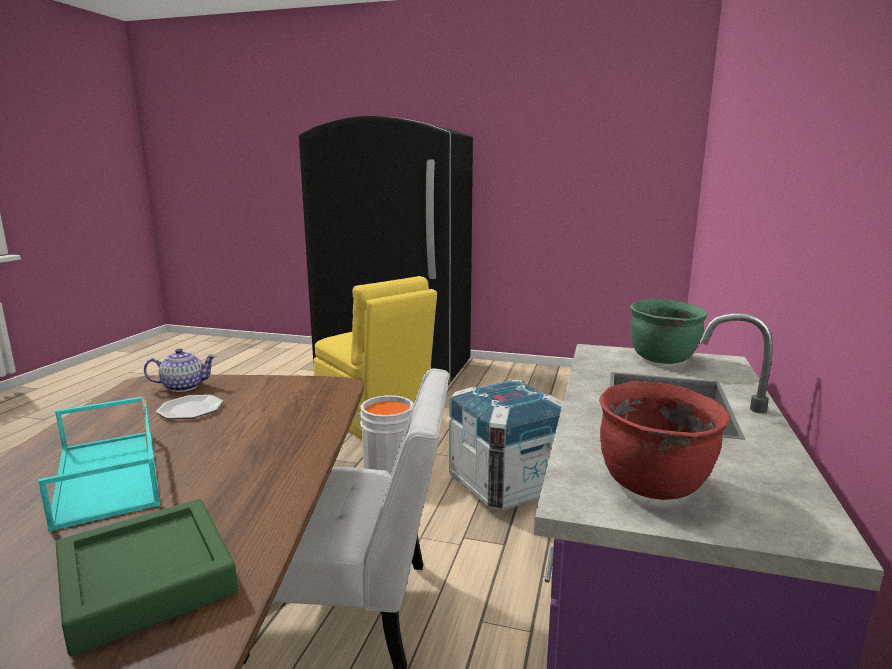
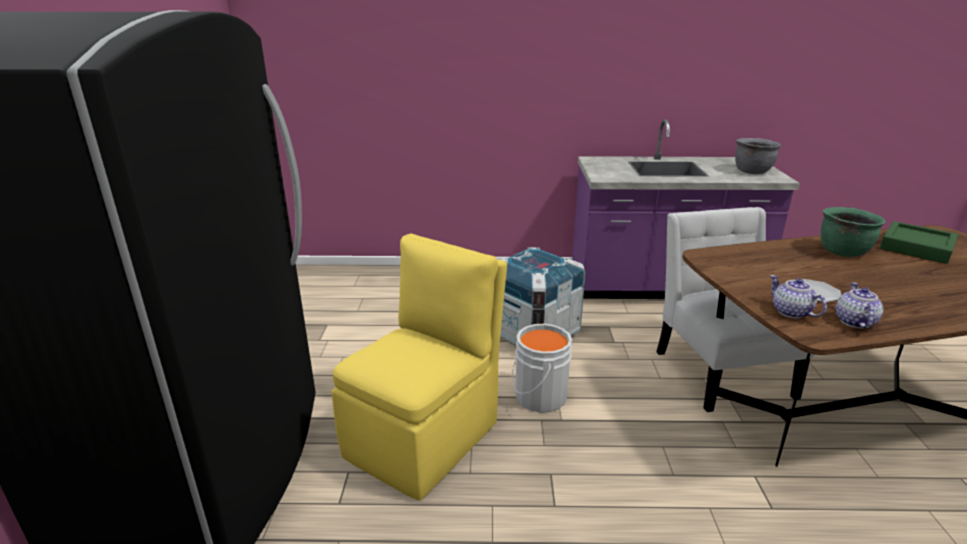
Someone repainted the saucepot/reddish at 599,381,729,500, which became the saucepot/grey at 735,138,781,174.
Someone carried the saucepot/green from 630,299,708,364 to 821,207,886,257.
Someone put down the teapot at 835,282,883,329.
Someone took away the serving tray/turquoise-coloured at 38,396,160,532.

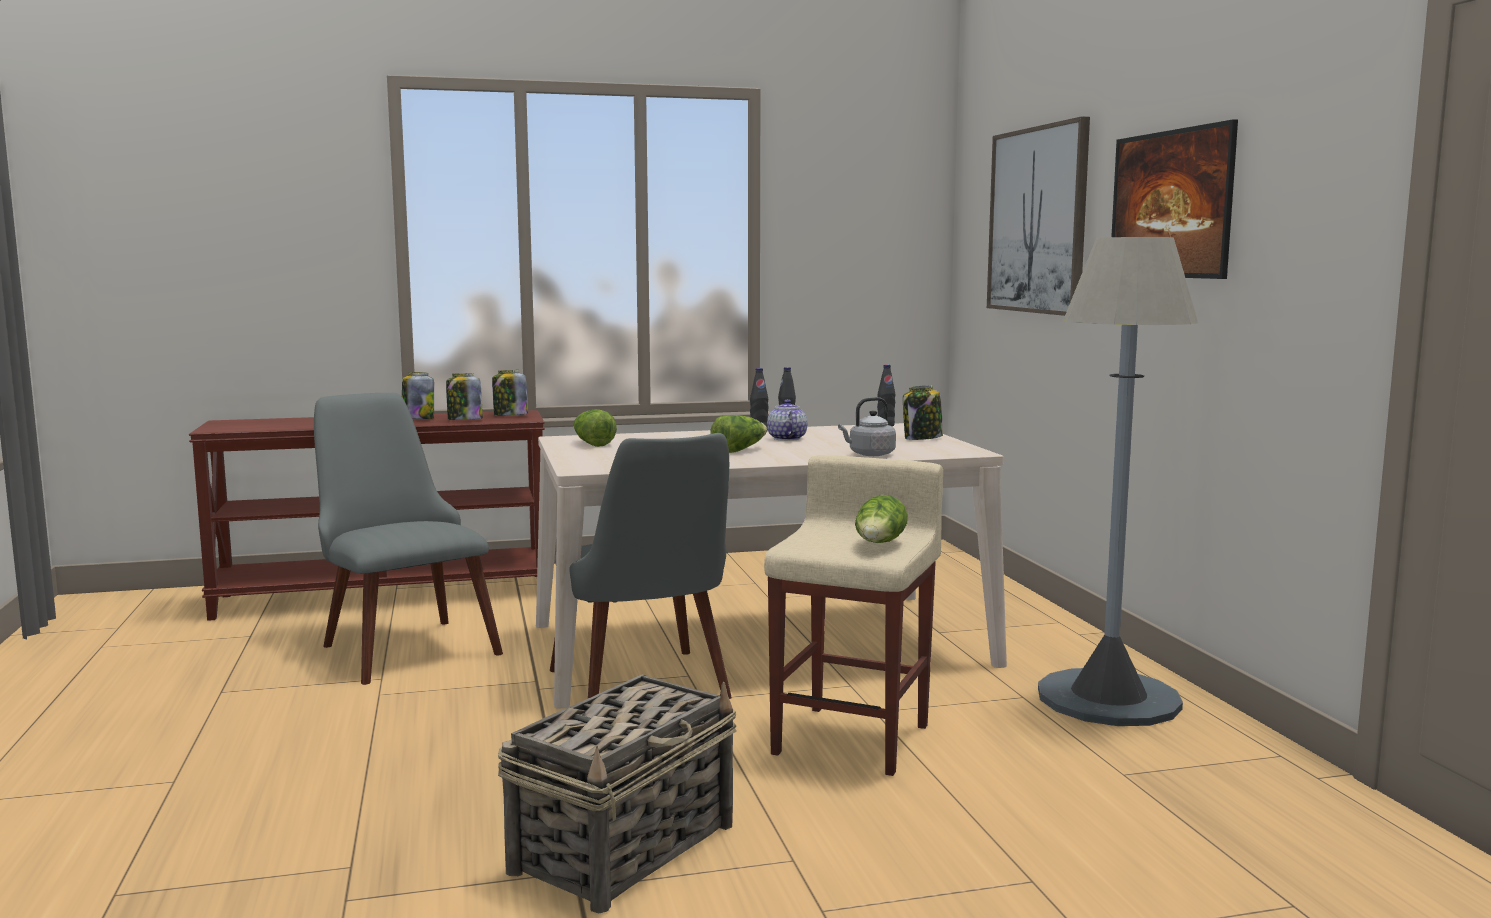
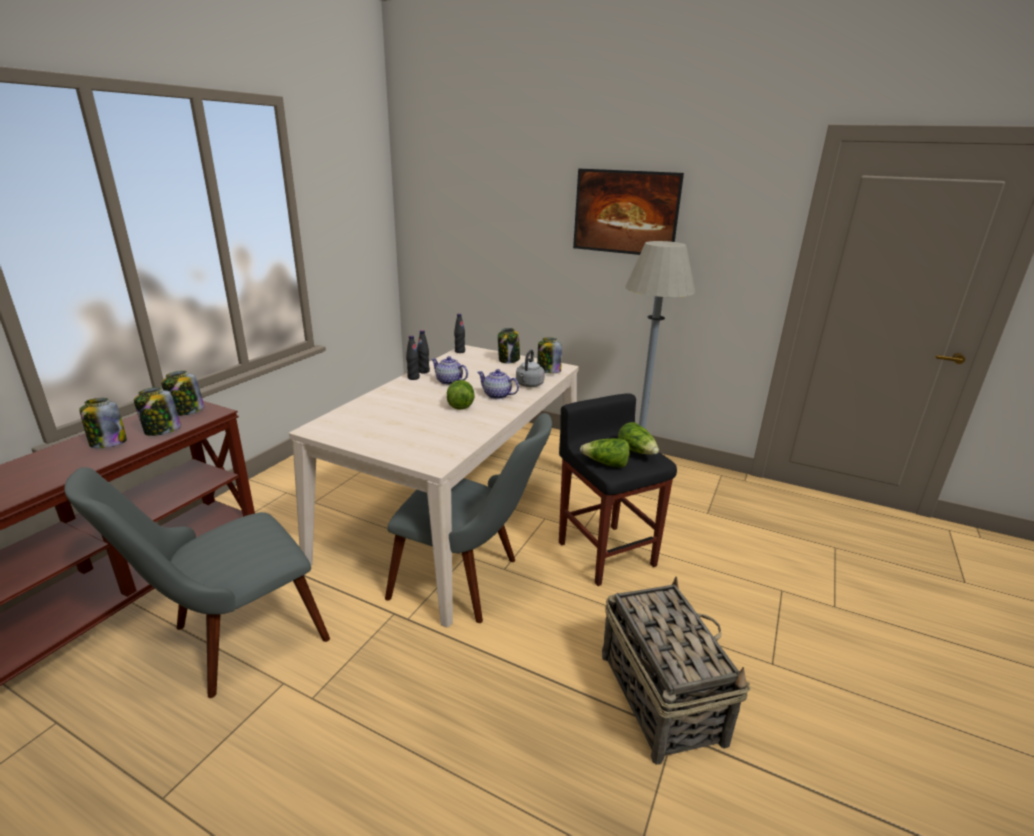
Someone rotated the plain chair/grey at 314,393,503,685 by 45 degrees counterclockwise.
Someone put down the teapot at 478,369,519,399.
Someone put down the jar at 537,338,562,373.
Someone repainted the stool seat/beige at 764,455,944,776, which became the stool seat/black at 559,393,677,586.
Someone carried the lettuce from 574,409,617,447 to 580,438,630,468.
Someone took away the wall picture at 987,116,1090,316.

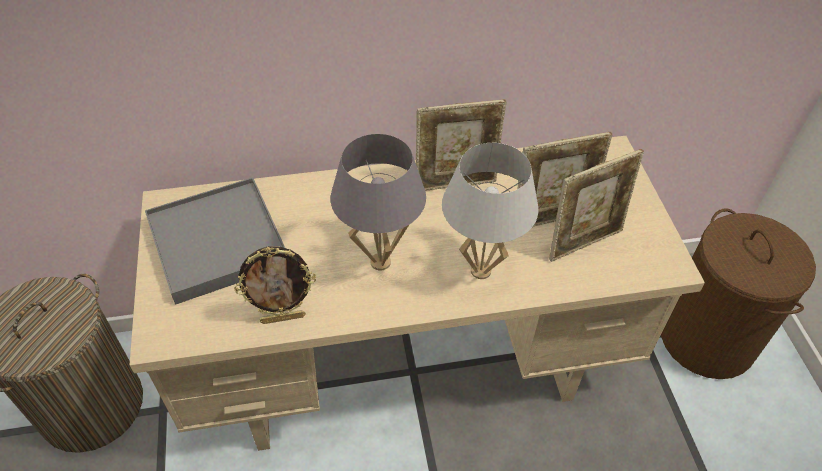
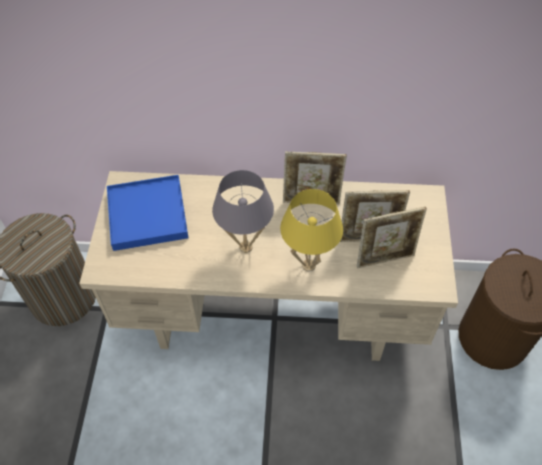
Someone repainted the serving tray/grey at 145,177,285,305, which became the serving tray/bluish at 107,175,188,251.
Someone repainted the table lamp/white at 442,143,538,279, which became the table lamp/yellow at 280,189,343,272.
Someone took away the standing frame at 234,246,316,324.

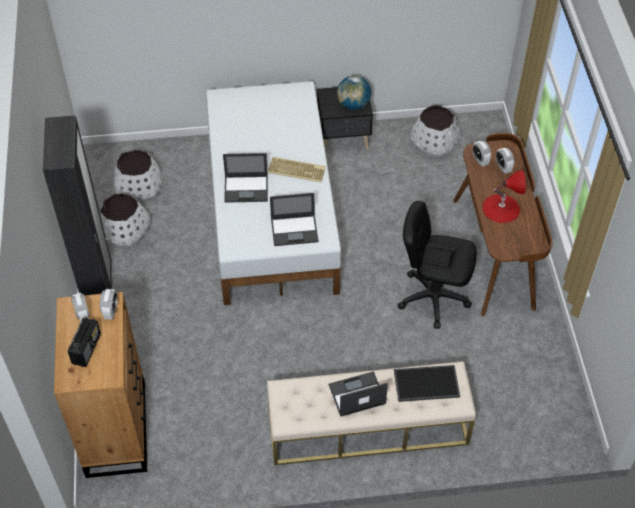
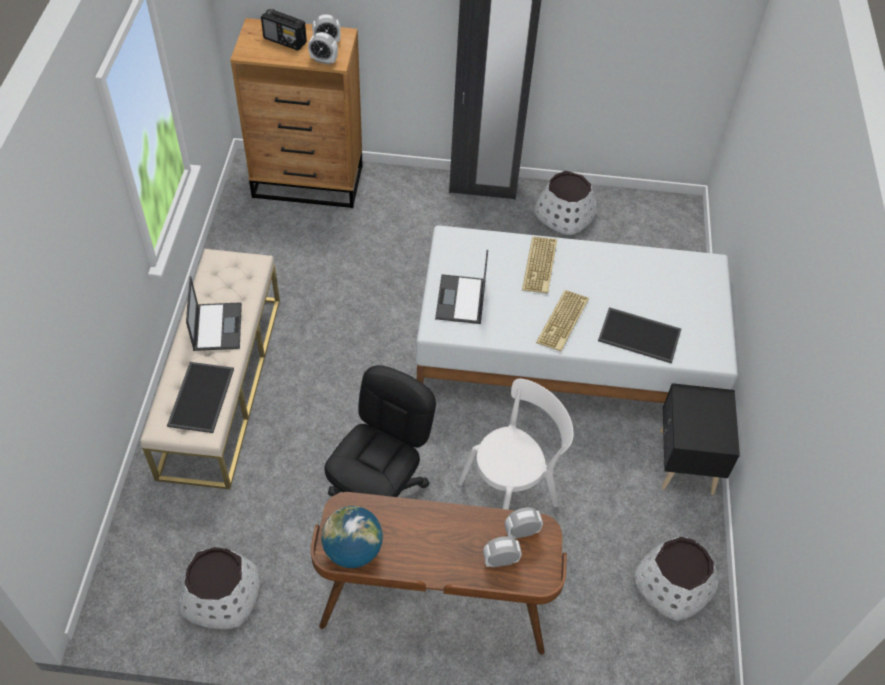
Someone carried the flower pot/white from 113,150,161,200 to 179,547,260,630.
Someone carried the world globe from 337,75,371,110 to 321,506,383,568.
Someone put down the plain chair/white at 458,379,573,510.
Someone swapped the portable computer at 223,153,268,203 for the computer keyboard at 522,237,557,293.
Someone put down the serving tray at 598,307,681,364.
Someone took away the table lamp/reddish at 482,170,526,223.

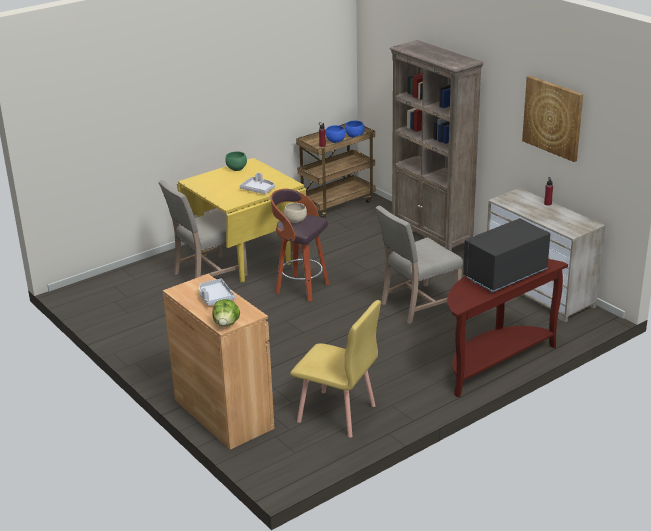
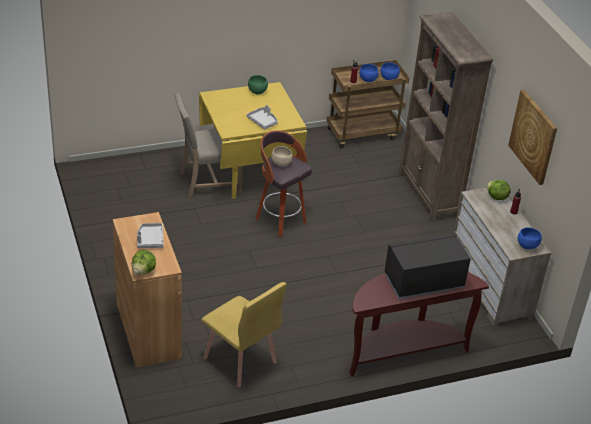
Someone put down the lettuce at 487,180,511,200.
Someone put down the deep dish/bluish at 518,227,542,249.
Someone took away the plain chair/beige at 375,205,463,324.

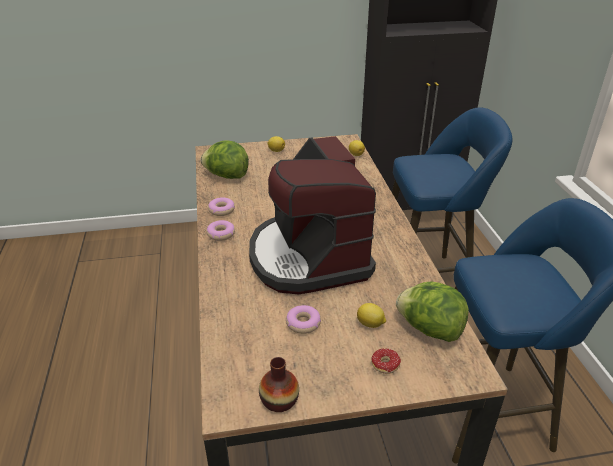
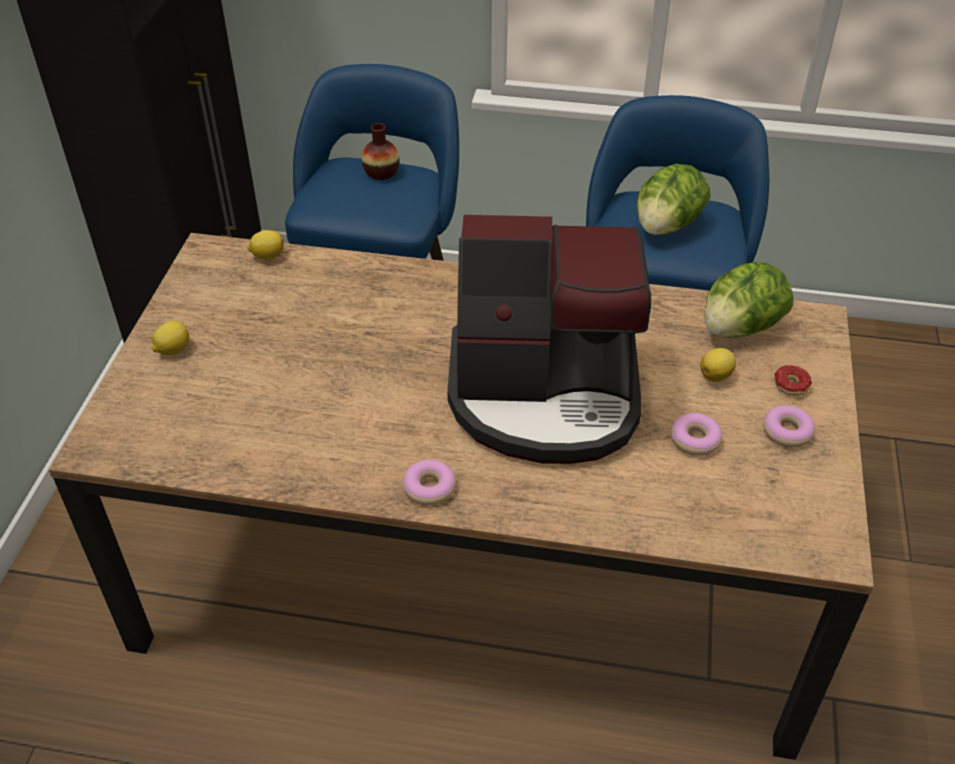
Someone carried the flower vase from 259,357,299,412 to 361,123,400,180.
Someone carried the lettuce from 201,141,249,179 to 637,164,711,235.
Someone carried the donut from 208,197,235,216 to 763,405,815,447.

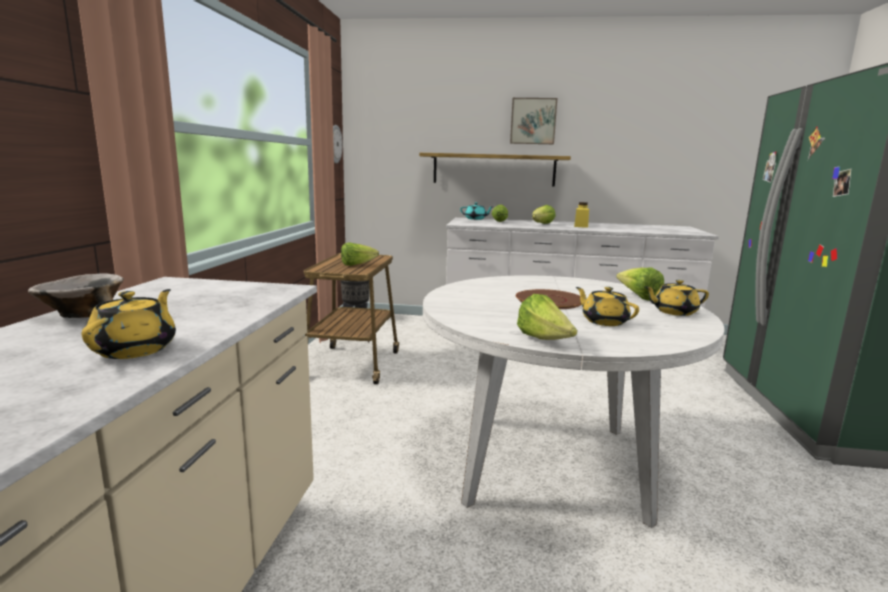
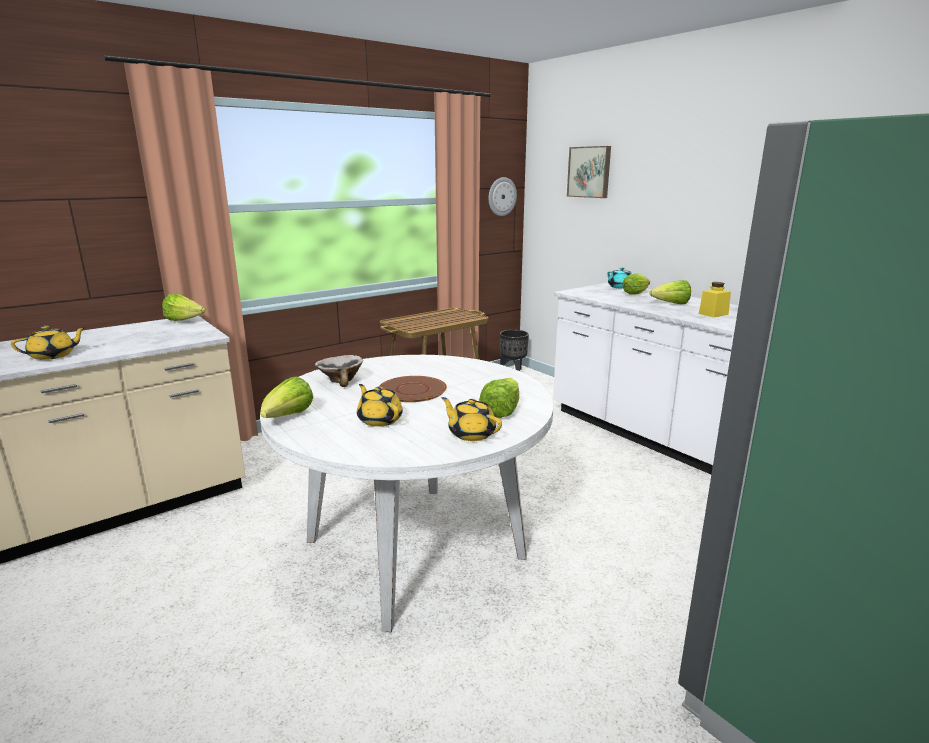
Someone carried the lettuce from 341,242,379,266 to 162,293,206,321.
Someone carried the deep dish from 28,273,124,318 to 315,355,363,387.
Someone rotated the teapot/yellow at 576,287,639,326 by 45 degrees counterclockwise.
Someone carried the wall picture from 510,98,557,144 to 567,146,611,198.
Someone took away the shelf at 419,153,571,187.

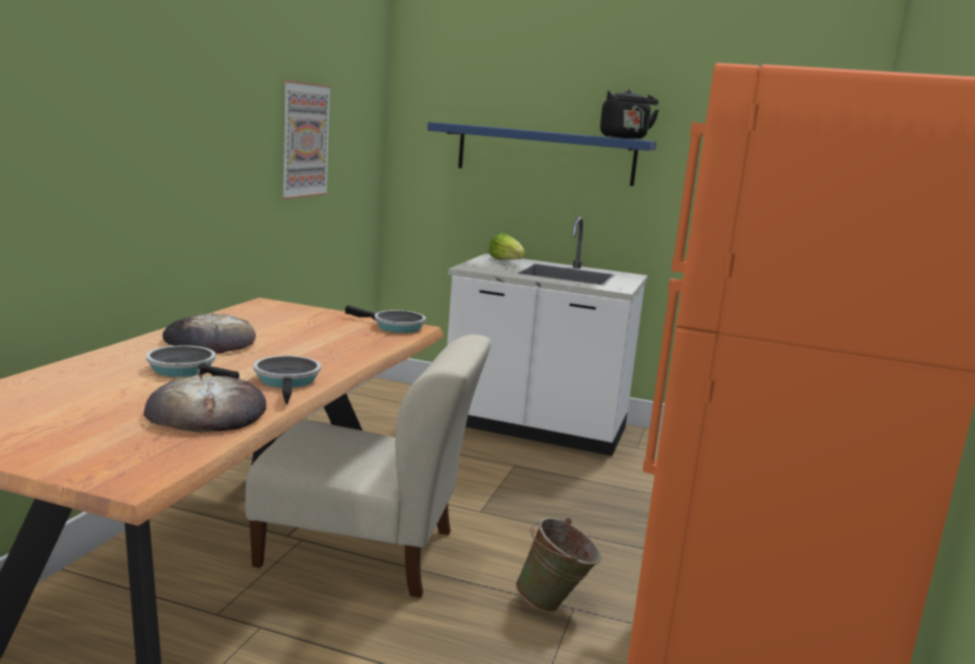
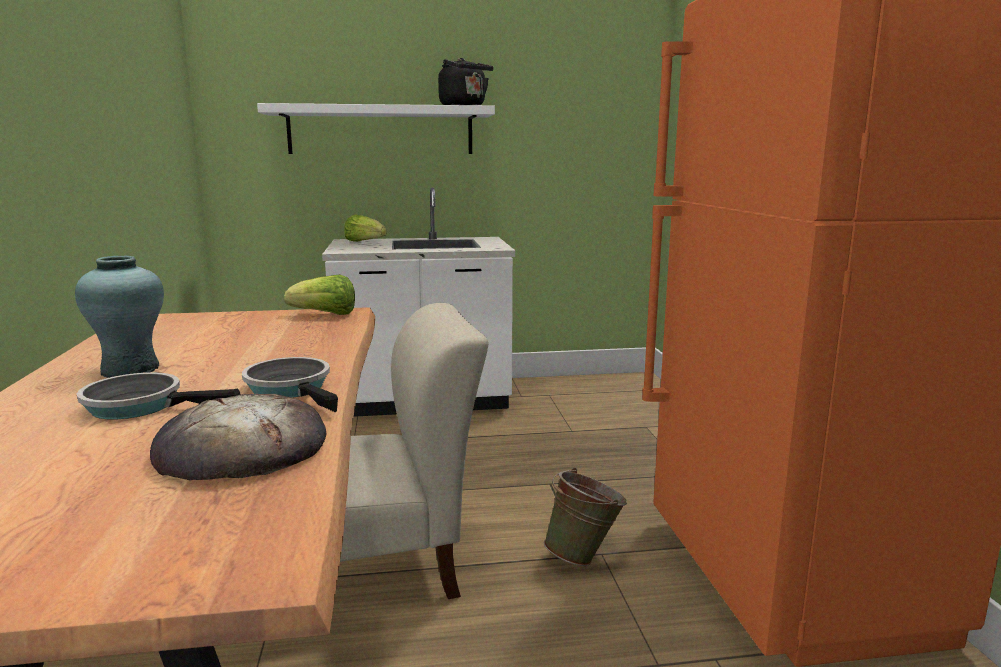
Someone swapped the baked bread at 163,313,256,353 for the flower vase/turquoise-coloured at 75,256,164,378.
Someone repainted the shelf/bluish at 428,122,657,186, which became the shelf/white at 257,103,495,154.
Someone swapped the skillet at 345,305,426,333 for the lettuce at 284,275,355,315.
Someone took away the wall picture at 281,80,332,200.

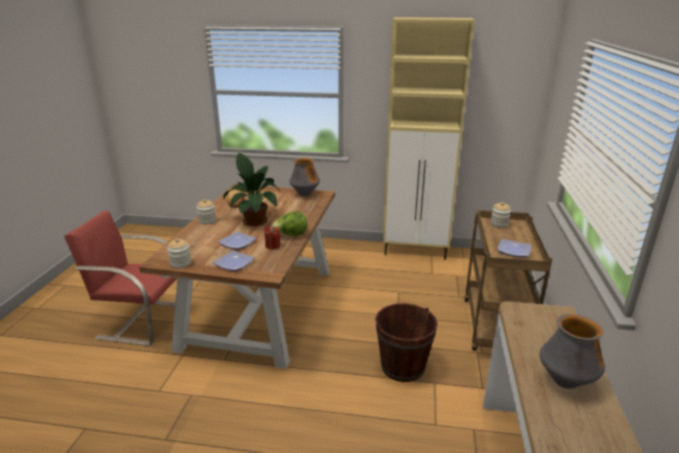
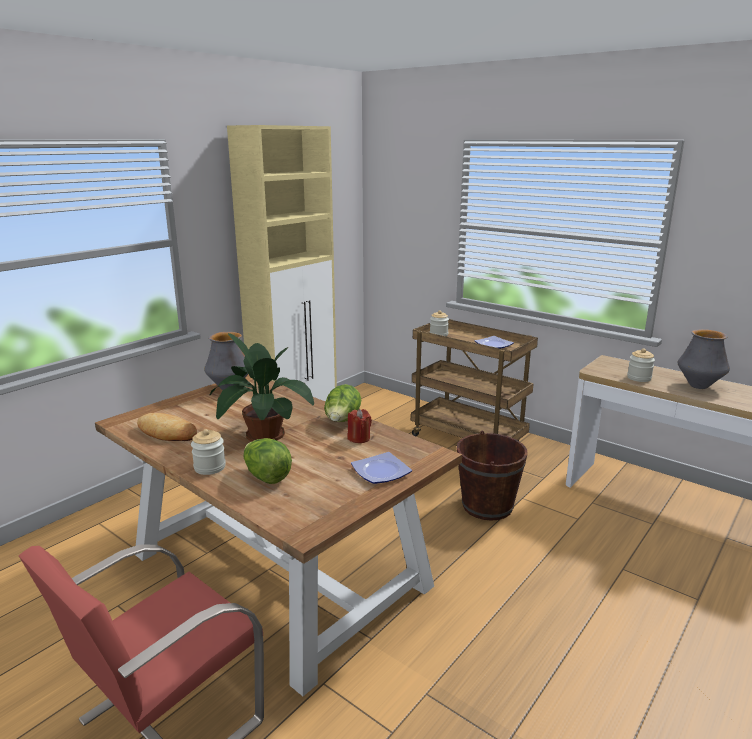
Someone put down the lettuce at 243,438,292,484.
Someone carried the jar from 167,238,191,268 to 627,348,655,382.
Someone took away the dinner plate at 218,231,256,249.

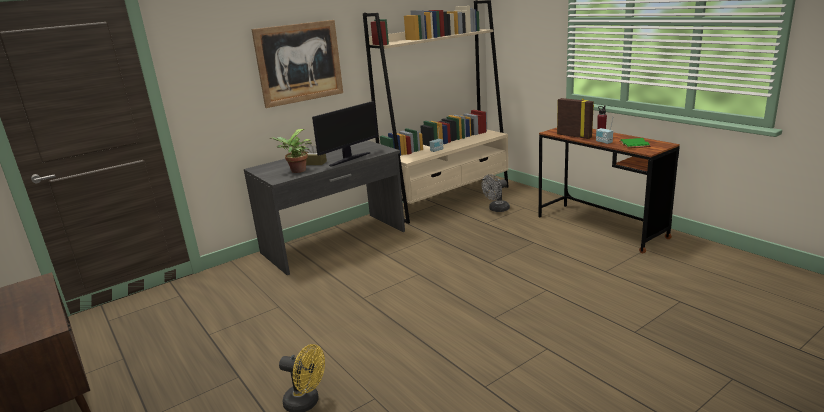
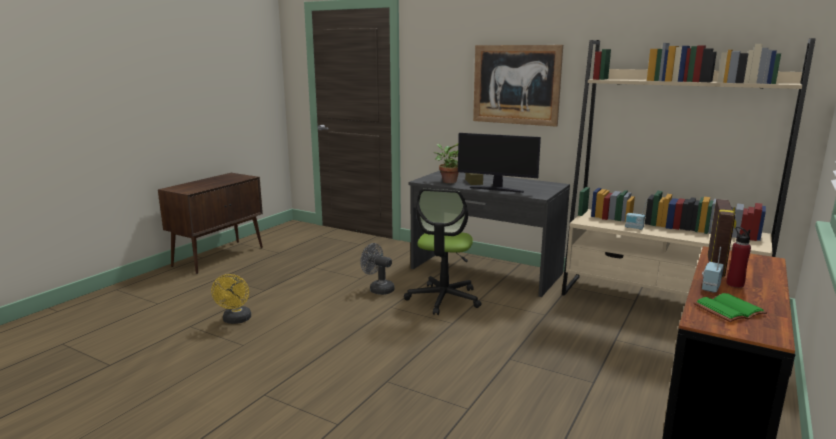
Someone carried the cooling fan/grey from 482,174,510,212 to 360,243,395,295.
Someone put down the office chair at 404,189,481,315.

